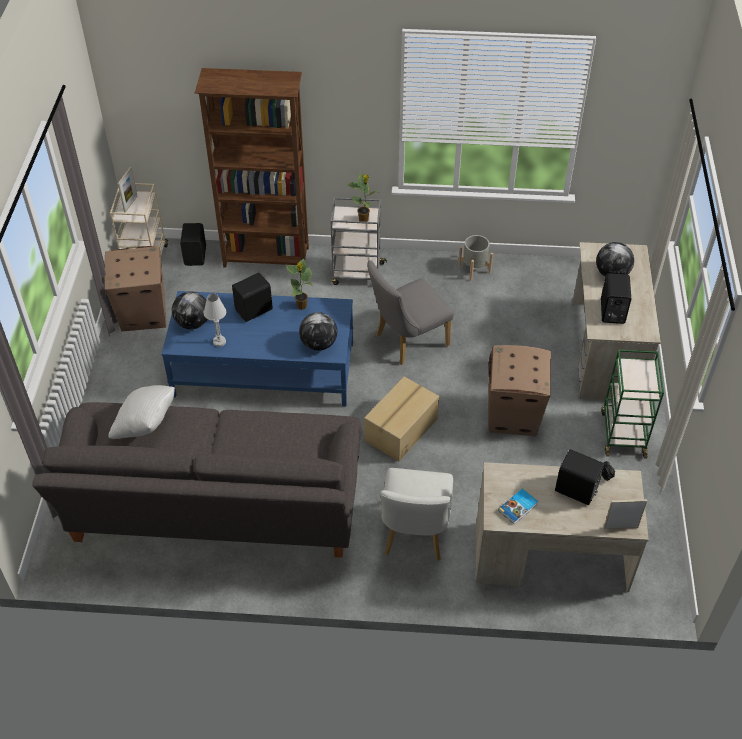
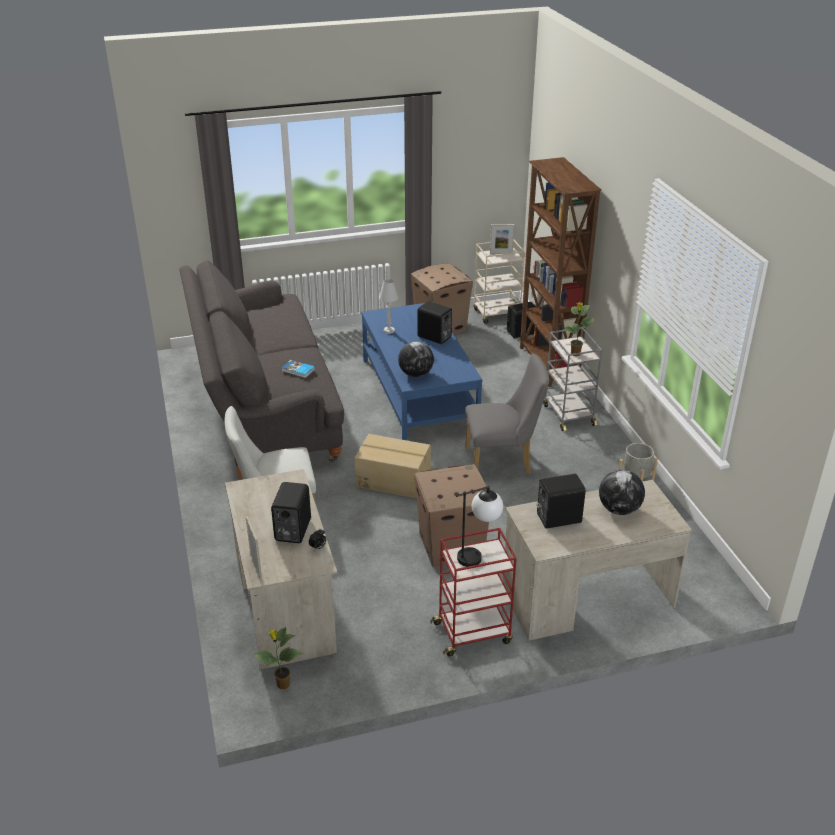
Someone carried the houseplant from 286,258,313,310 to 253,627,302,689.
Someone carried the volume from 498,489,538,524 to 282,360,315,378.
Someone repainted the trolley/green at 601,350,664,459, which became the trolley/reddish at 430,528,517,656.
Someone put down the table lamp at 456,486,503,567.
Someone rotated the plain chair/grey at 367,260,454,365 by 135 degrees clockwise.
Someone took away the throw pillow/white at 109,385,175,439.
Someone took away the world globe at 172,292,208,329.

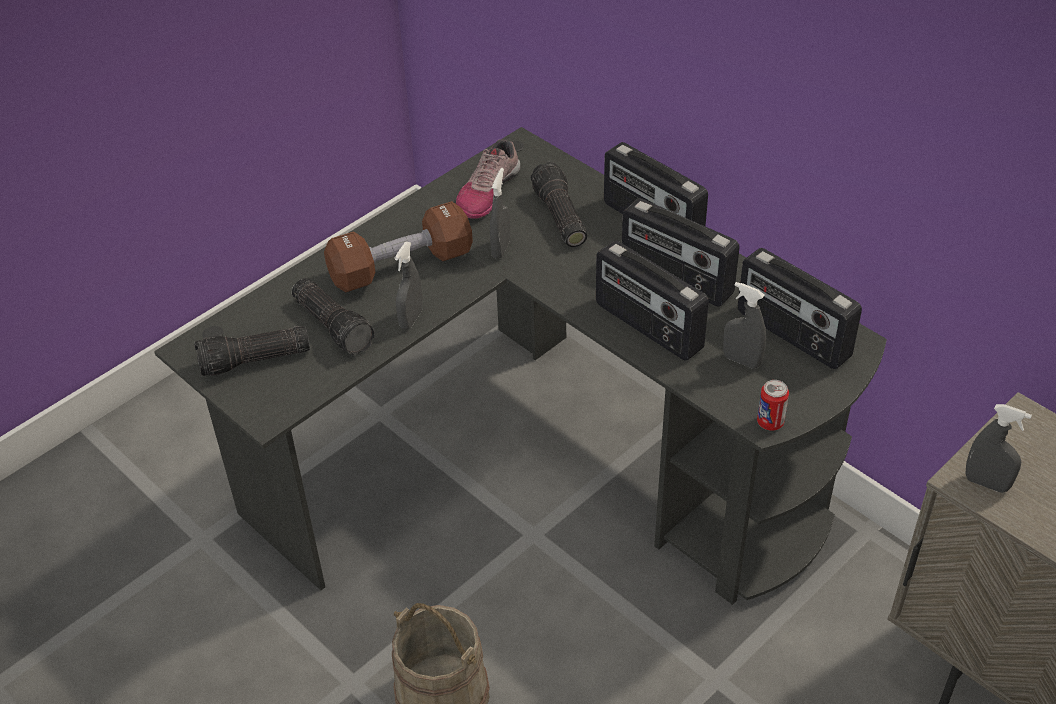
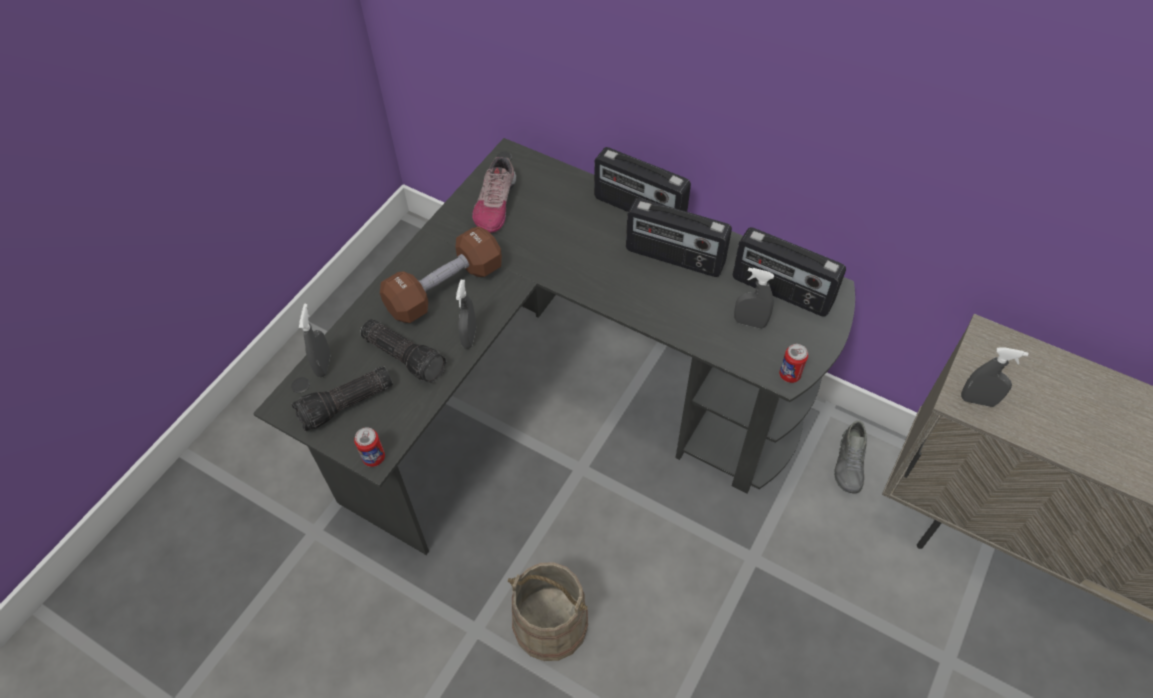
Someone carried the sprayer/grey from 490,168,511,259 to 299,304,331,377.
Someone put down the metal can at 354,427,385,467.
Someone put down the item of footwear/grey at 834,420,867,494.
Someone took away the flashlight at 530,162,587,247.
Someone took away the radio set at 596,240,709,361.

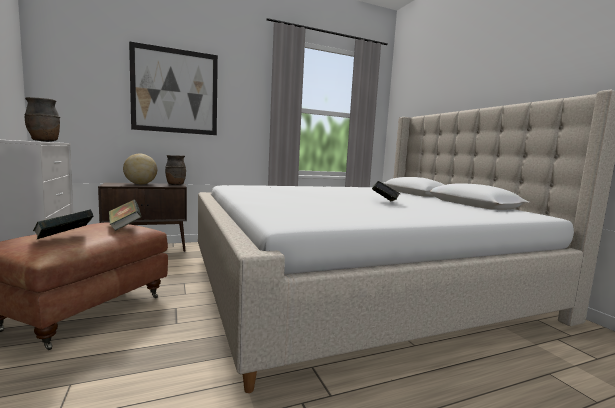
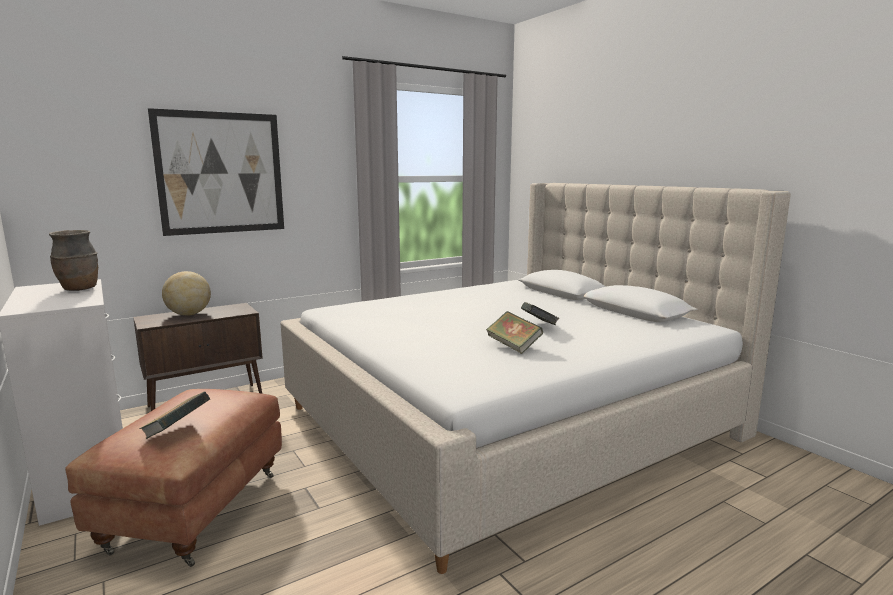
Someone carried the volume from 109,200,142,231 to 486,311,543,354.
Someone took away the flower vase/brown-coloured at 165,155,186,185.

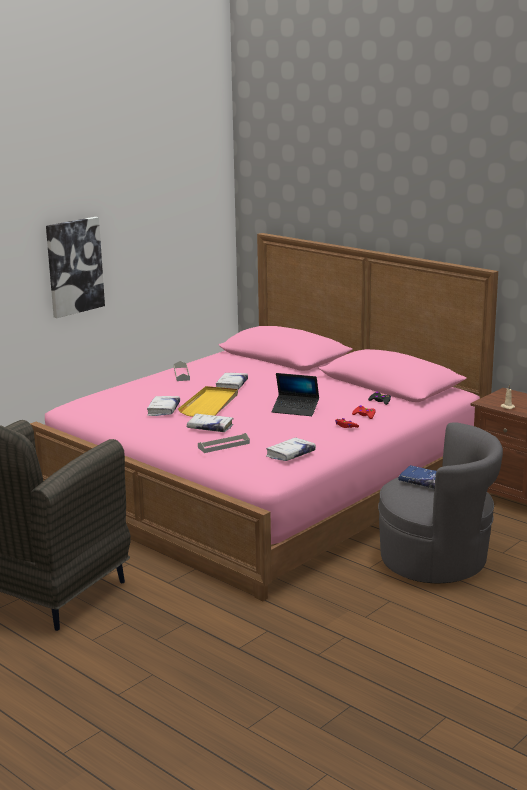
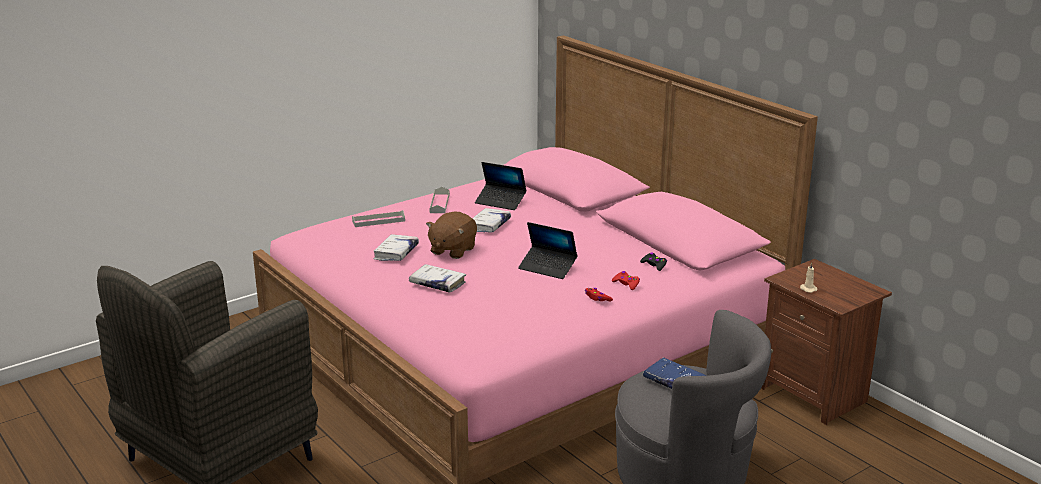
Someone carried the serving tray/grey from 198,433,250,453 to 352,210,405,227.
Someone swapped the serving tray/yellow at 178,386,238,417 for the plush toy/brown-coloured at 426,212,477,259.
Someone put down the portable computer at 475,162,527,210.
Someone took away the wall picture at 46,217,105,318.
Someone took away the volume/white at 266,437,316,461.

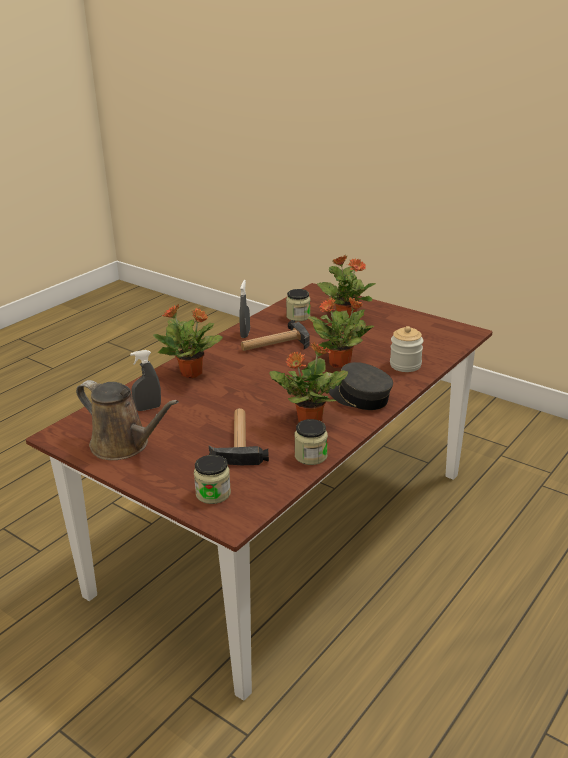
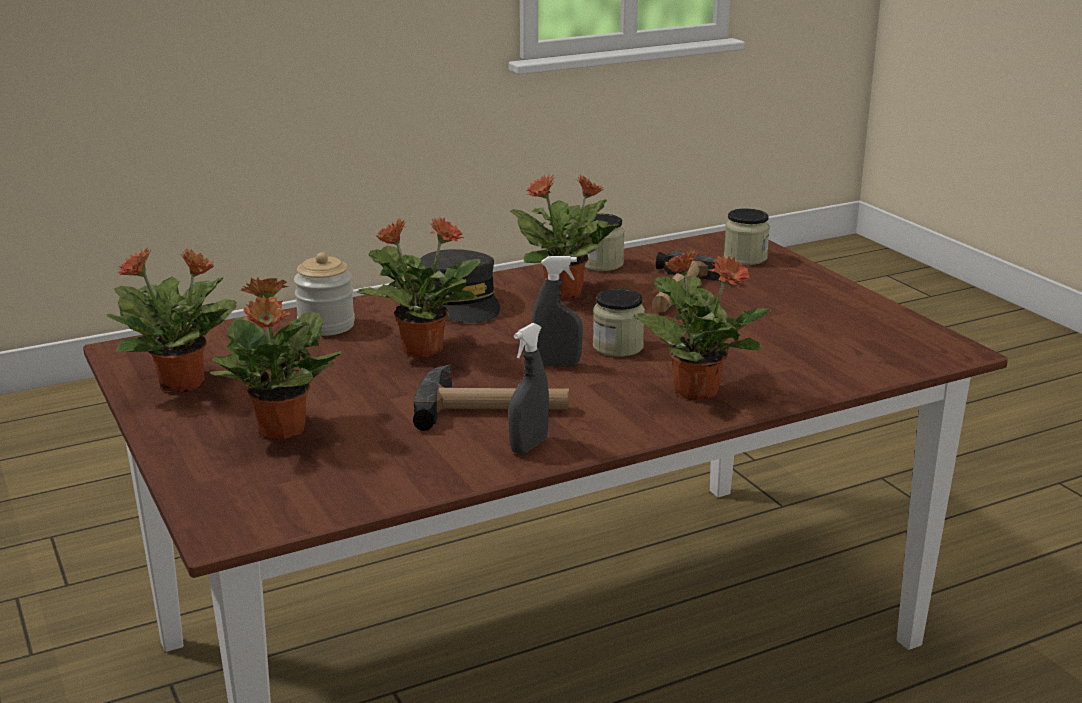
Someone put down the houseplant at 106,247,237,393.
Someone carried the sprayer/grey from 130,350,161,411 to 532,256,583,367.
Someone carried the jar from 286,289,310,321 to 593,288,645,357.
Someone took away the watering can/brown-coloured at 76,380,179,460.

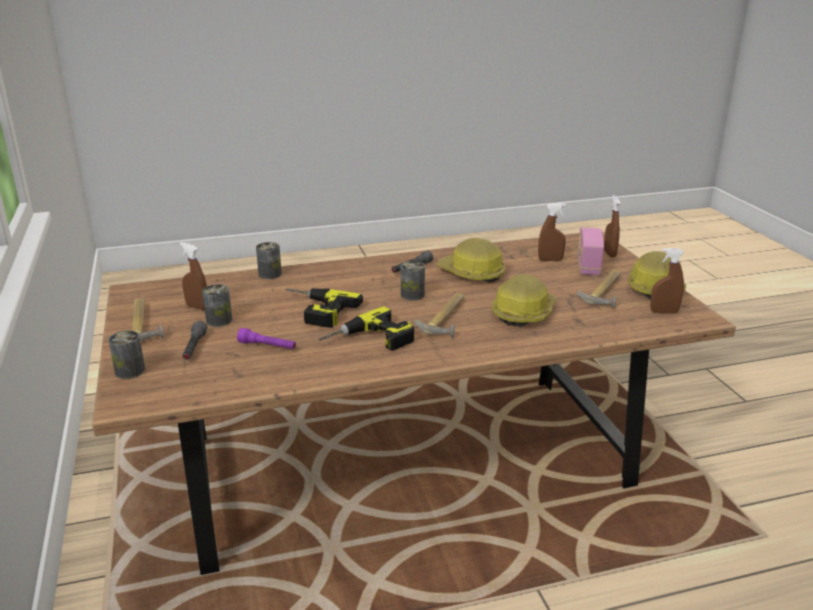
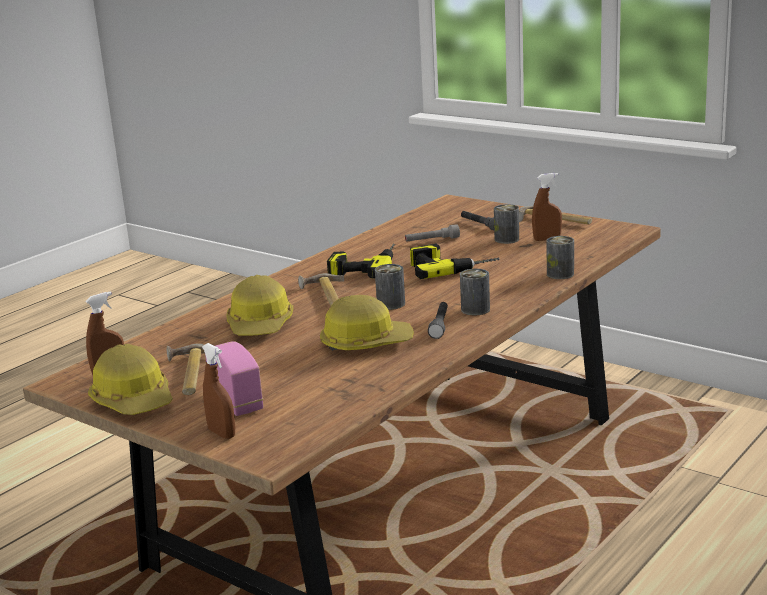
Someone repainted the flashlight/purple-coloured at 237,328,296,349, which became the flashlight/grey at 405,224,460,242.
Someone carried the metal can from 108,331,145,379 to 460,269,490,315.
Someone took away the sprayer/brown-coloured at 538,203,566,261.

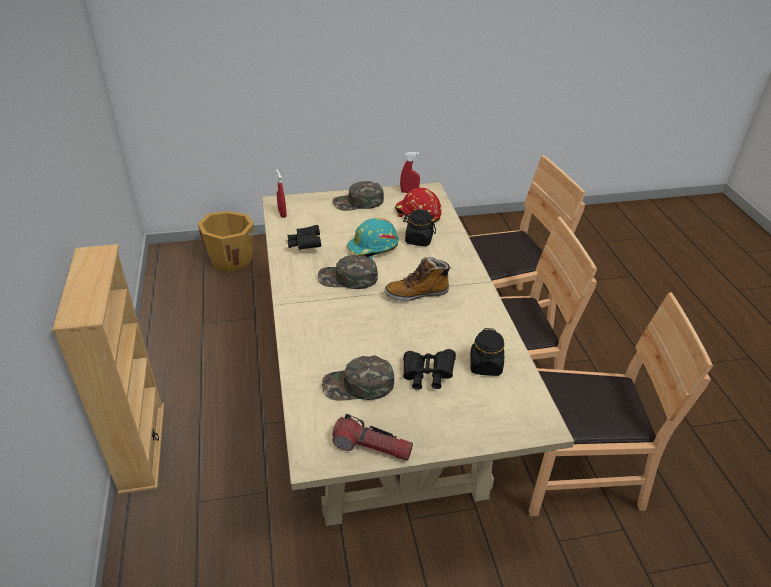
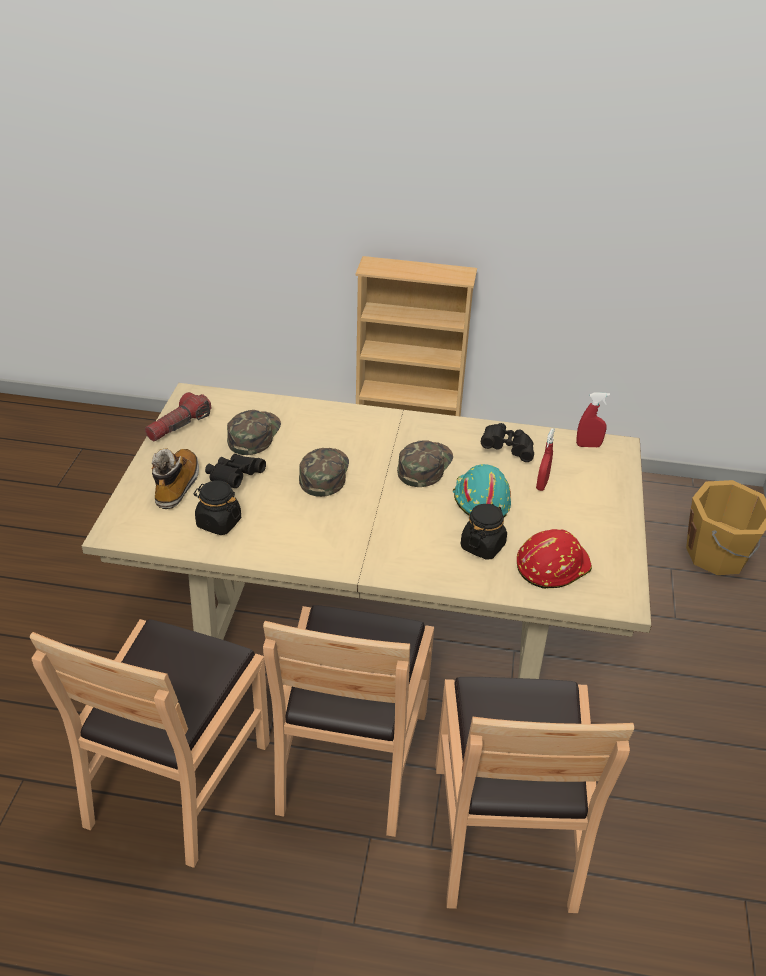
Someone carried the high-top boot from 385,257,452,301 to 151,448,199,509.
Someone carried the cap/green from 333,181,384,211 to 299,448,349,497.
Someone carried the sprayer/reddish from 400,152,420,193 to 536,428,555,491.

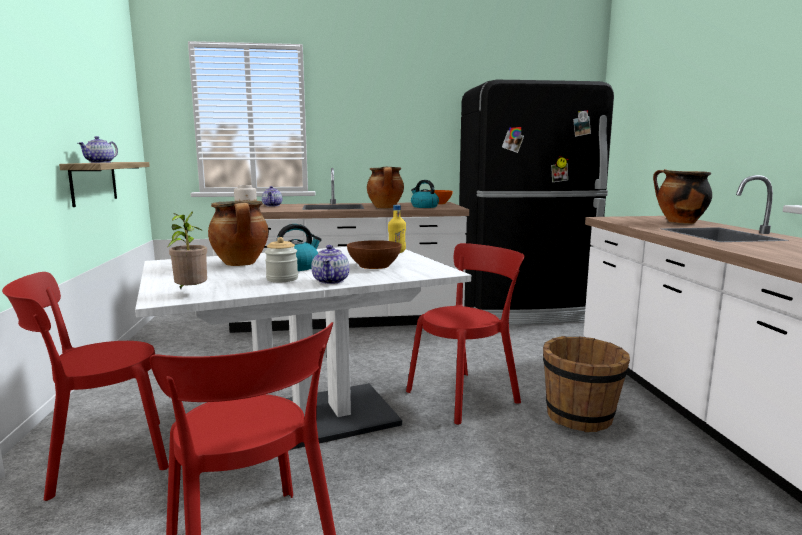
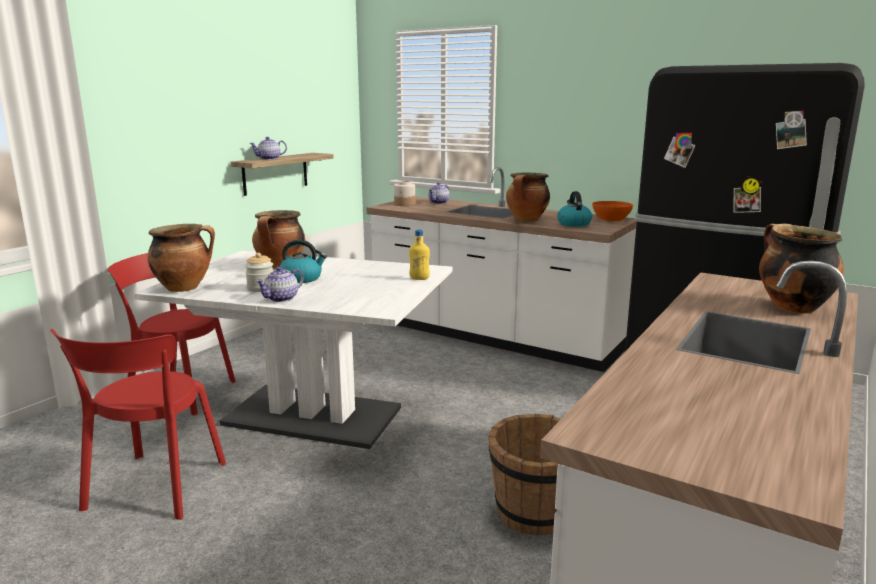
Someone swapped the houseplant at 168,211,207,289 for the saucepot at 148,224,215,292.
Someone took away the deep dish/brown-coloured at 347,240,402,269.
Someone took away the plain chair/reddish at 406,243,525,425.

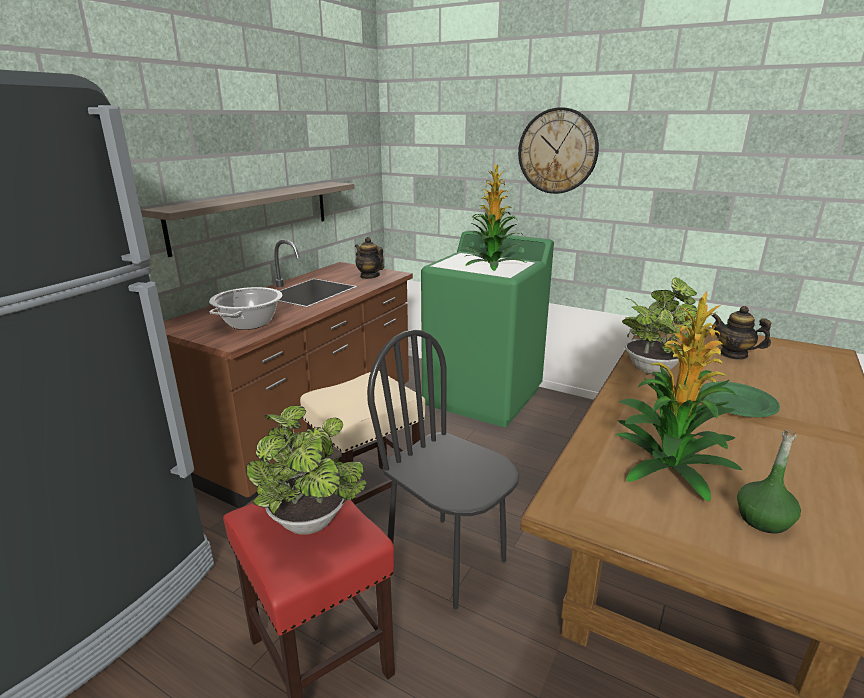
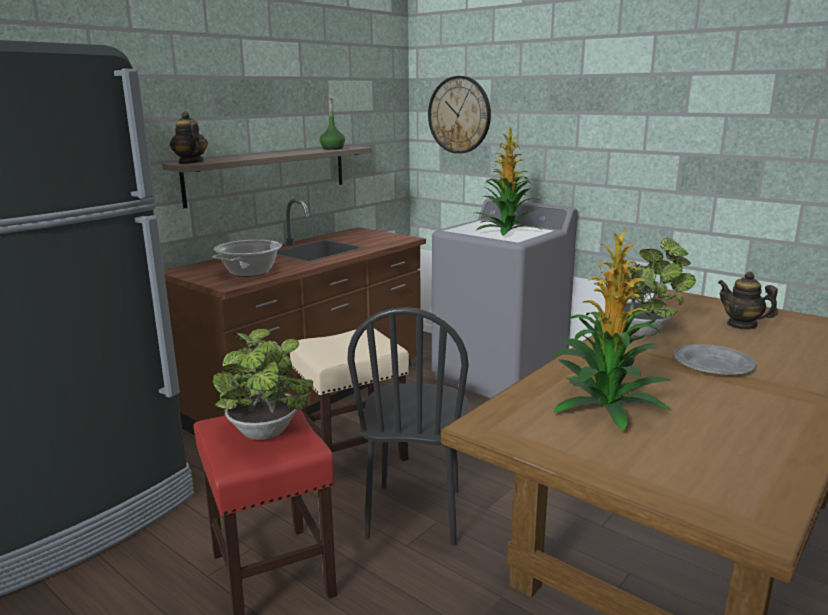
Someone carried the teapot from 355,237,384,279 to 170,112,208,164.
Someone carried the drink bottle/green from 737,429,801,534 to 320,98,345,150.
Someone rotated the plain chair/black at 367,329,519,610 by 135 degrees counterclockwise.
Someone carried the wall clock from 518,107,599,194 to 428,76,491,154.
Someone repainted the washing machine/green at 421,231,554,427, which became the washing machine/grey at 432,198,577,398.
Someone repainted the dinner plate/green at 699,382,780,417, which became the dinner plate/grey at 674,344,756,375.

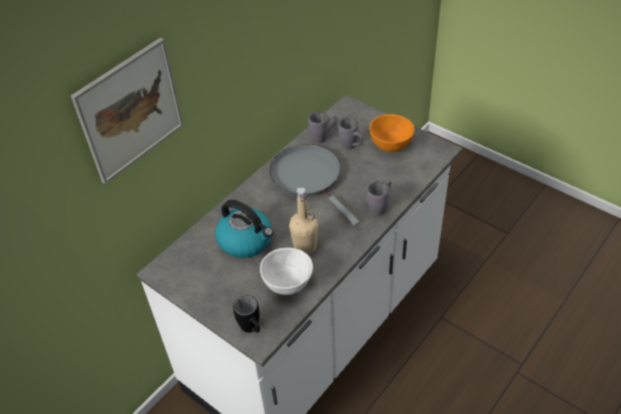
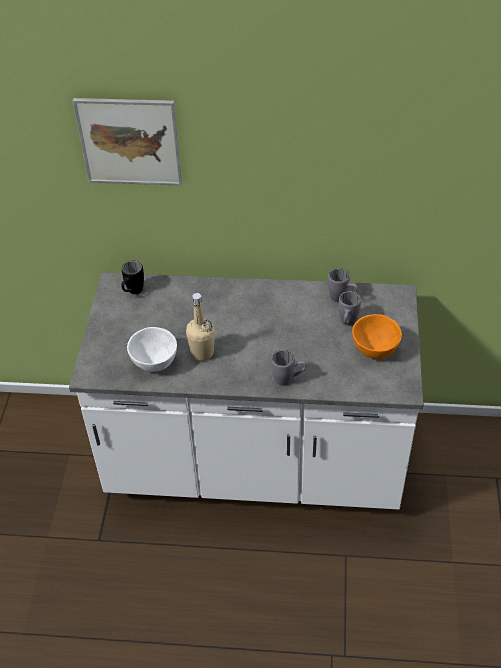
Someone carried the coffee mug/black from 233,295,260,333 to 121,261,144,294.
Someone took away the tea kettle at 215,200,273,258.
Someone took away the skillet/grey at 270,144,360,226.

